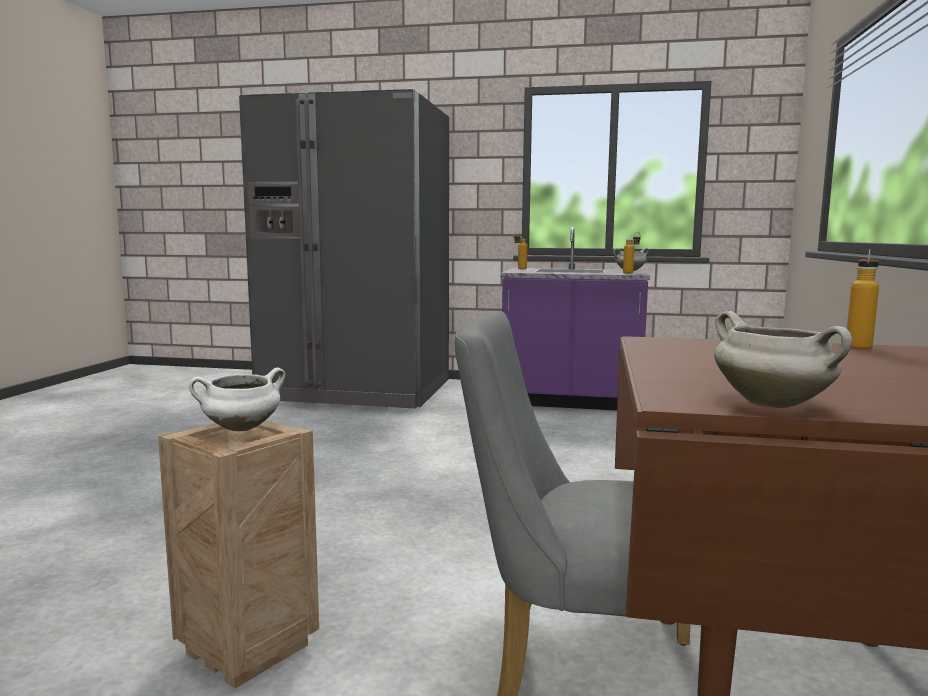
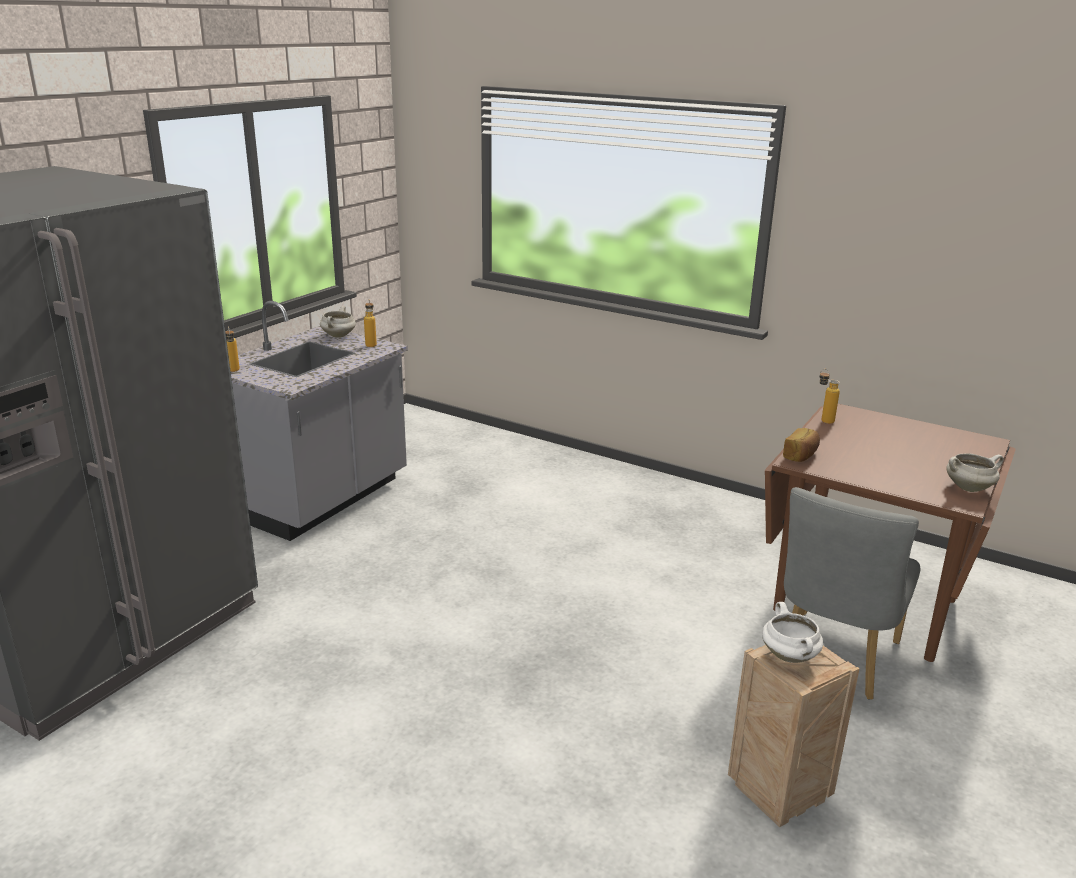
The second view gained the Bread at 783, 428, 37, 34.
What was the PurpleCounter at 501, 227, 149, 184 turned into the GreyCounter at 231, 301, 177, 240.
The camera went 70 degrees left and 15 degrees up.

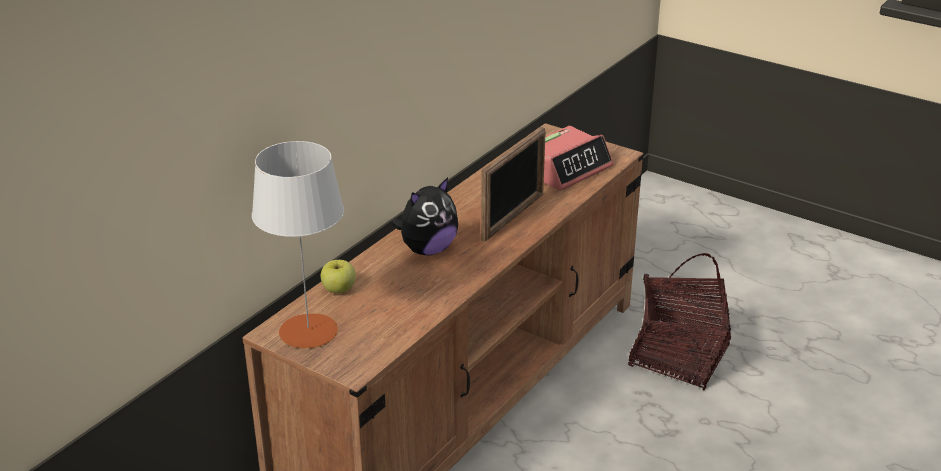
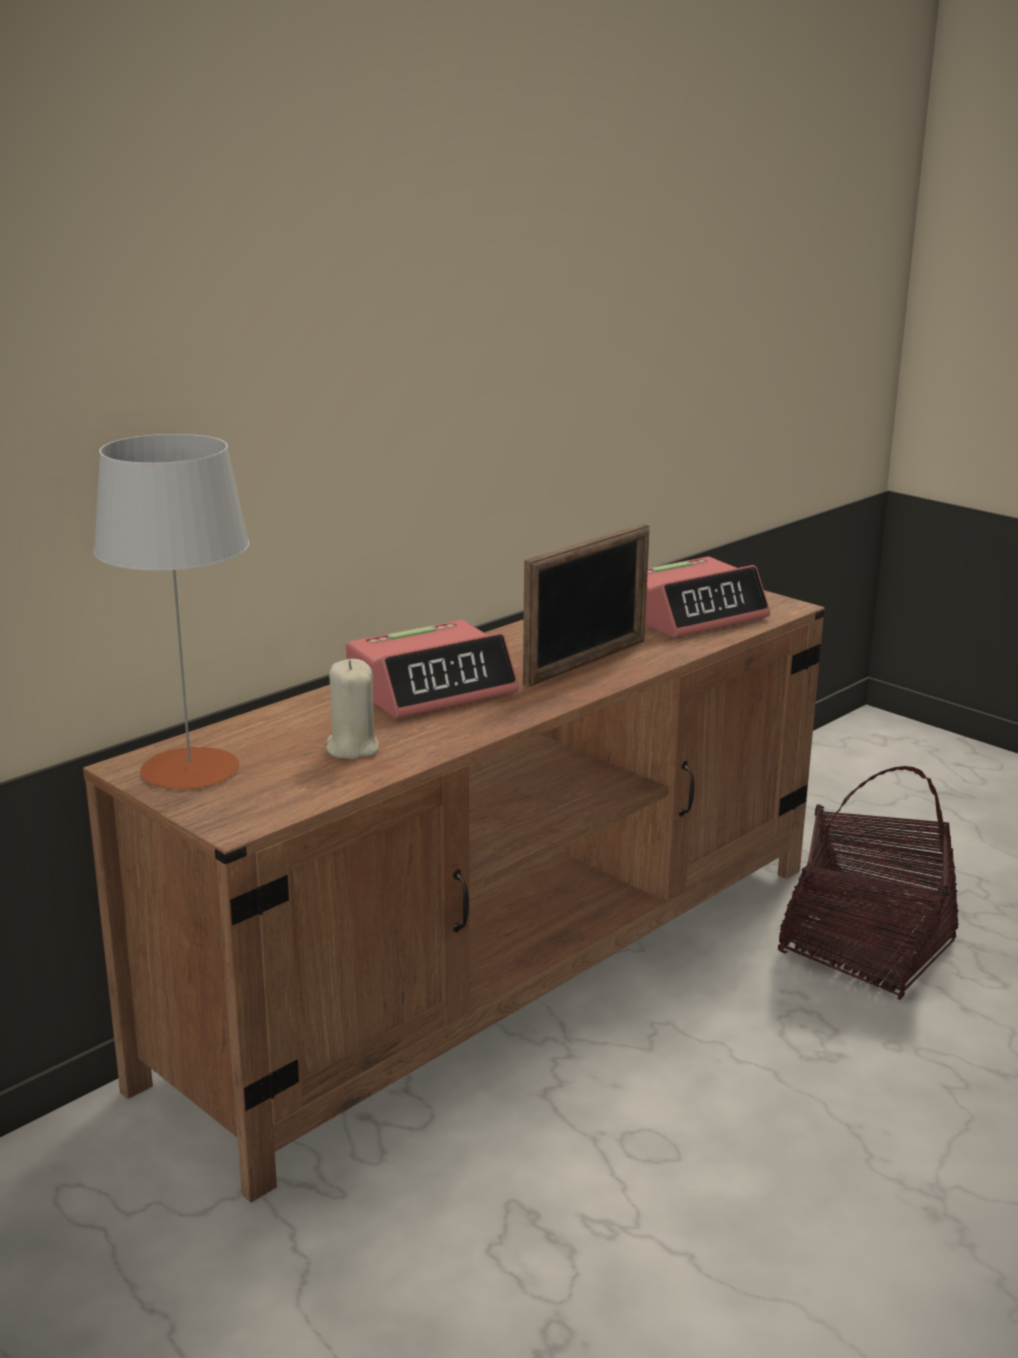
The second view lost the Apple at 321, 260, 35, 33.
The second view gained the BeigeCandle at 326, 659, 53, 100.
Where the PlushToy stood at 392, 177, 66, 78, the AlarmClock came to stand at 346, 620, 173, 99.
The camera went 10 degrees right and 10 degrees down.

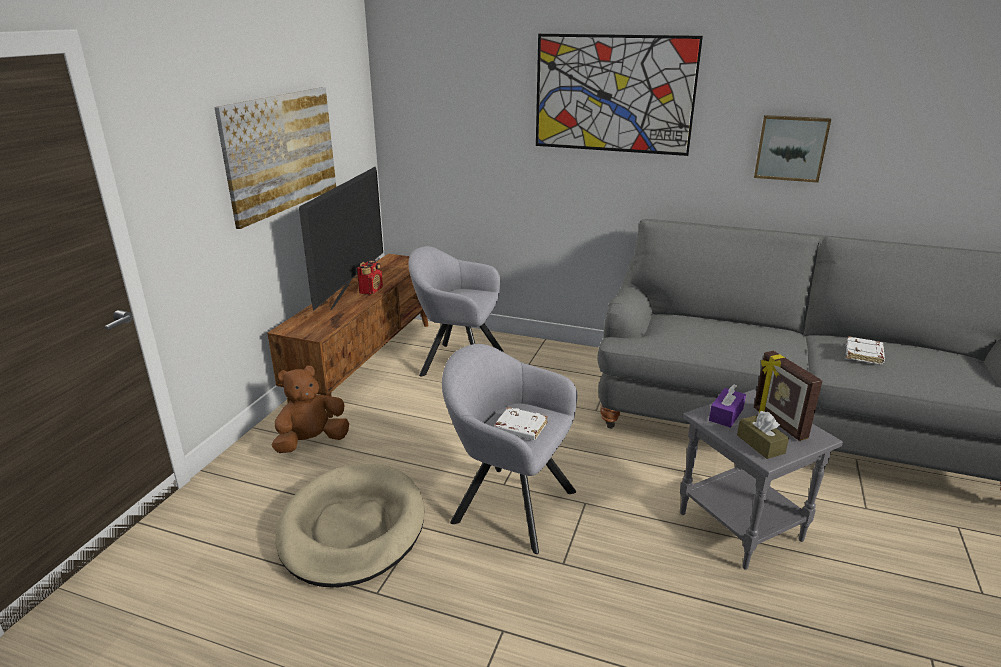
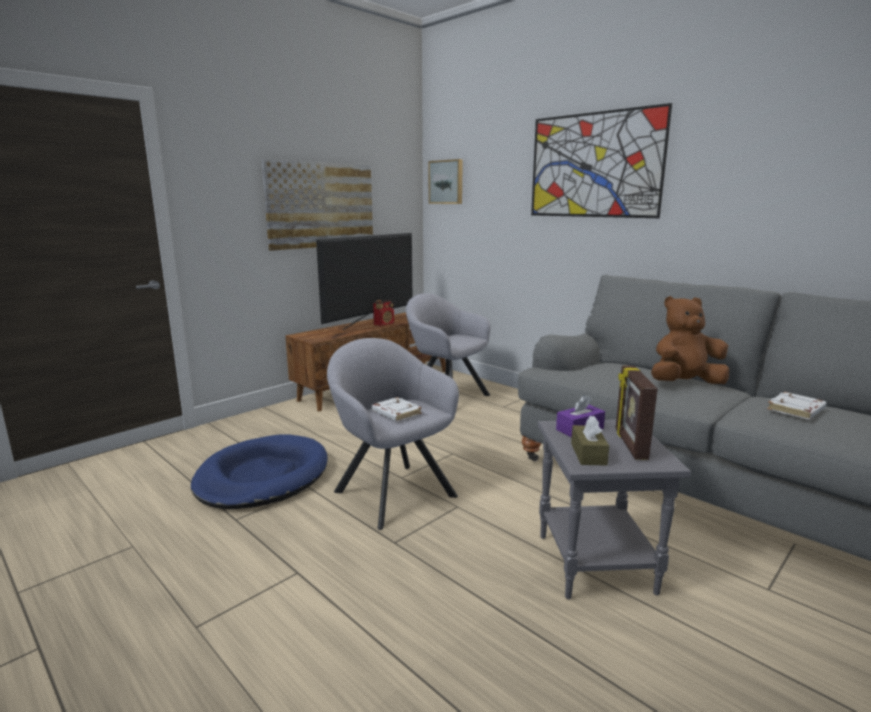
The BrownPlushToy ended up elsewhere, having gone from 272, 366, 77, 87 to 651, 296, 78, 88.
The Picture ended up elsewhere, having gone from 754, 115, 77, 68 to 429, 159, 34, 45.
What was the BeigeDogBed at 276, 464, 149, 123 turned into the BlueDogBed at 191, 435, 137, 74.
The camera went 25 degrees right and 10 degrees down.

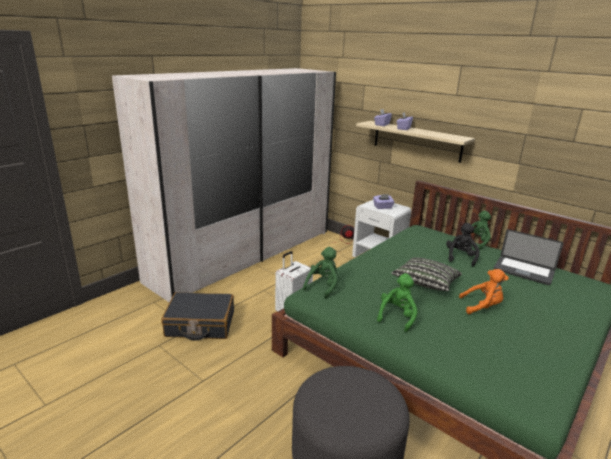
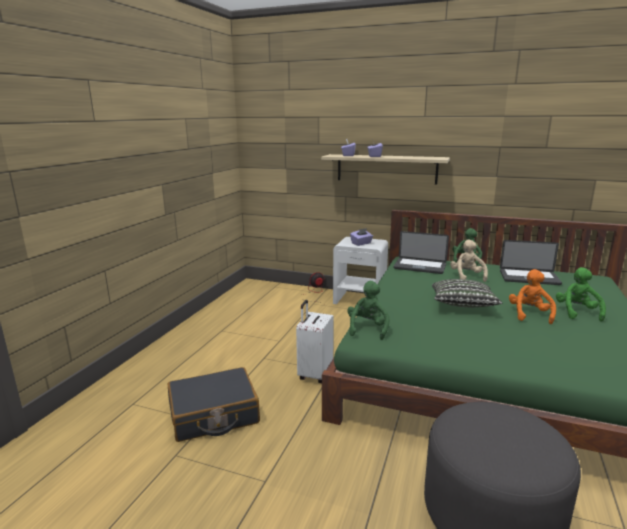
The second view lost the WhiteWardrobe at 112, 68, 224, 235.
The second view gained the Laptop at 393, 231, 56, 43.
The GreenPlushToy ended up elsewhere, having gone from 377, 273, 41, 59 to 556, 267, 50, 55.
What was the BlackPlushToy at 446, 223, 34, 43 turned into the BeigePlushToy at 450, 239, 38, 43.
The OrangePlushToy at 459, 269, 49, 45 ended up facing another way, 60 degrees counterclockwise from before.
The camera went 20 degrees left and 5 degrees down.

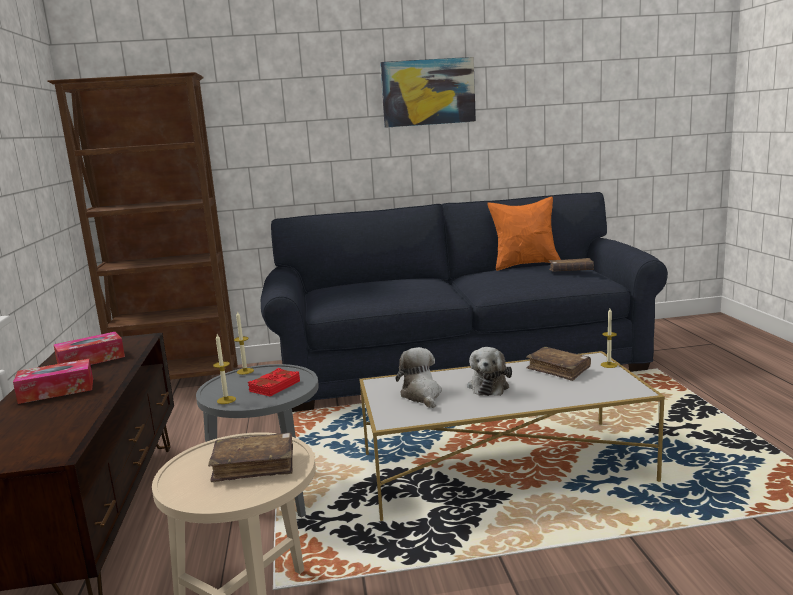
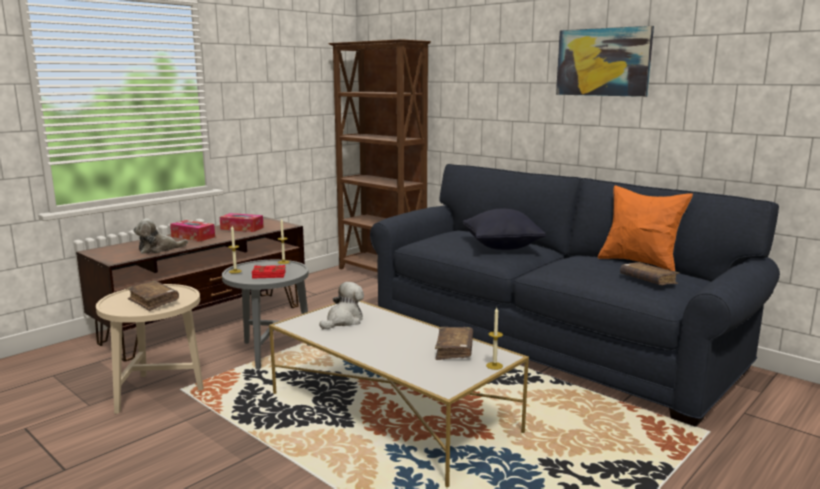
The second view gained the BlackPillow at 463, 209, 83, 41.
The PlushToy ended up elsewhere, having gone from 467, 347, 45, 49 to 134, 218, 54, 36.
The camera went 50 degrees right and 0 degrees up.

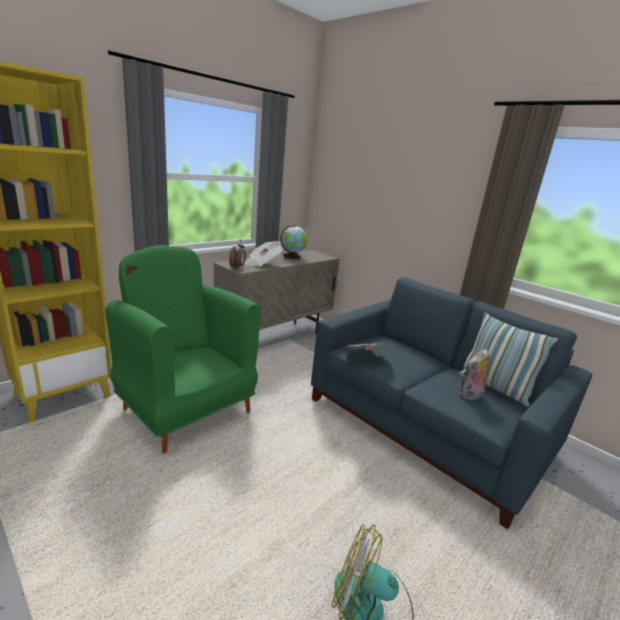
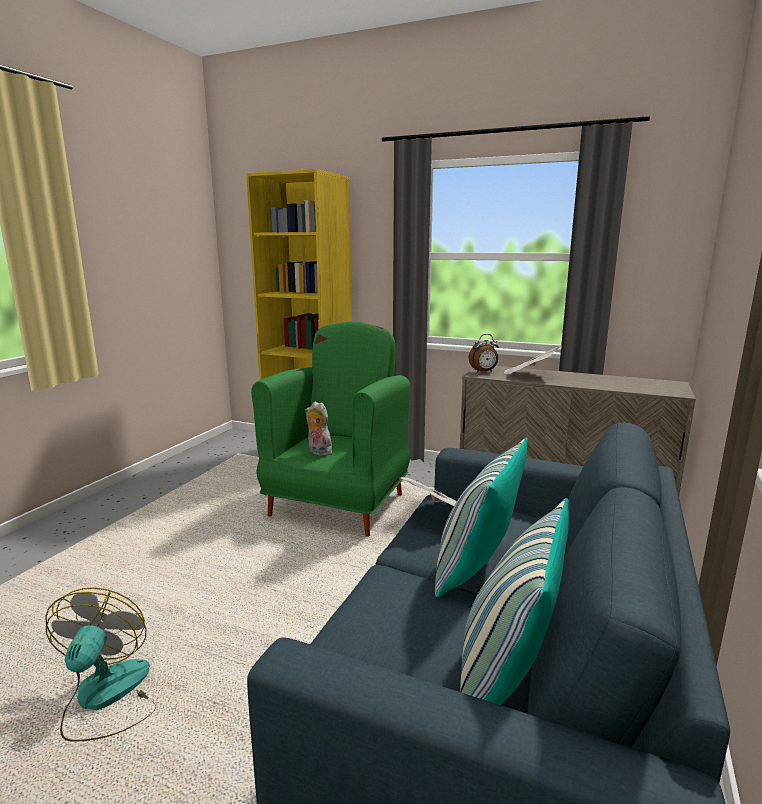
The second view lost the Globe at 280, 225, 28, 34.
The second view gained the Pillow at 435, 438, 93, 160.
The PlushToy ended up elsewhere, having gone from 458, 349, 32, 51 to 305, 401, 27, 55.
The camera went 70 degrees right and 5 degrees down.

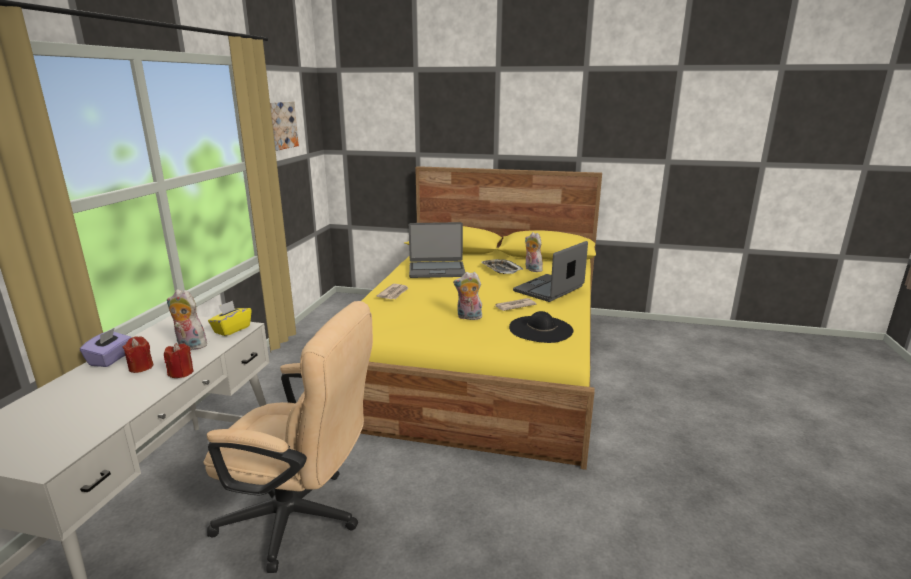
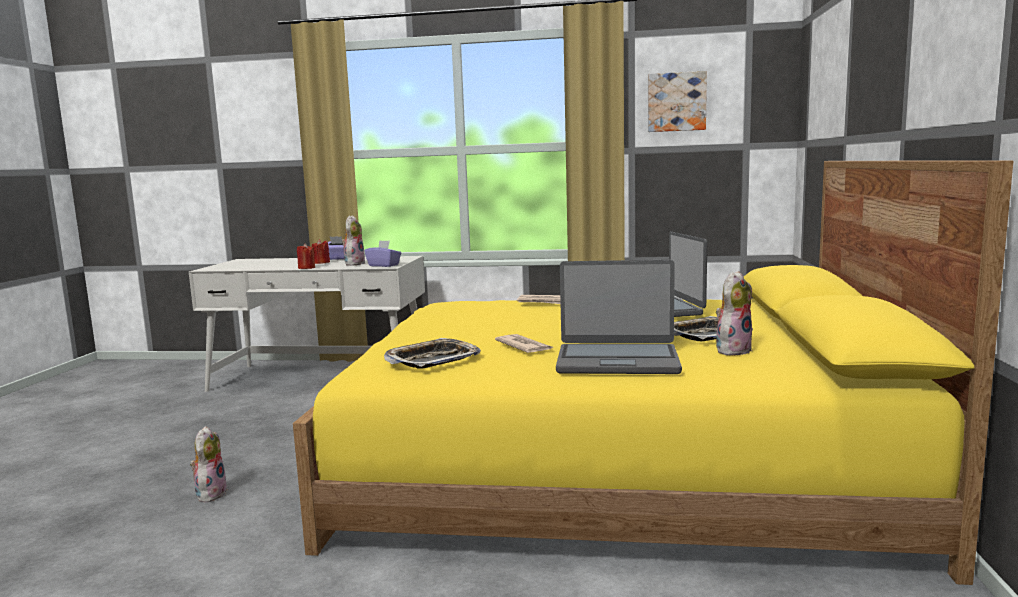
The second view lost the BeigeOfficeChair at 203, 301, 170, 272.
The PlushToy ended up elsewhere, having gone from 453, 272, 29, 48 to 190, 426, 38, 76.
Where the BlackHat stood at 509, 311, 64, 32, the Tray came to stand at 384, 338, 97, 30.
What was the YellowTissueBox at 208, 300, 44, 36 turned into the PurpleTissueBox at 364, 240, 37, 27.
The Laptop at 513, 241, 75, 61 ended up facing another way, 150 degrees clockwise from before.
The camera went 85 degrees right and 10 degrees down.

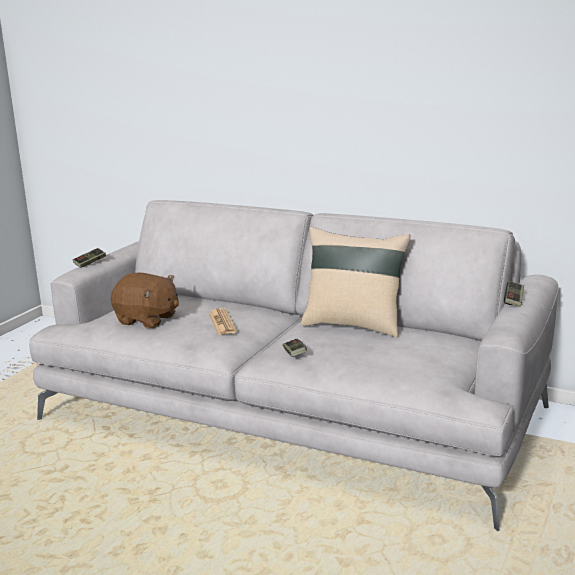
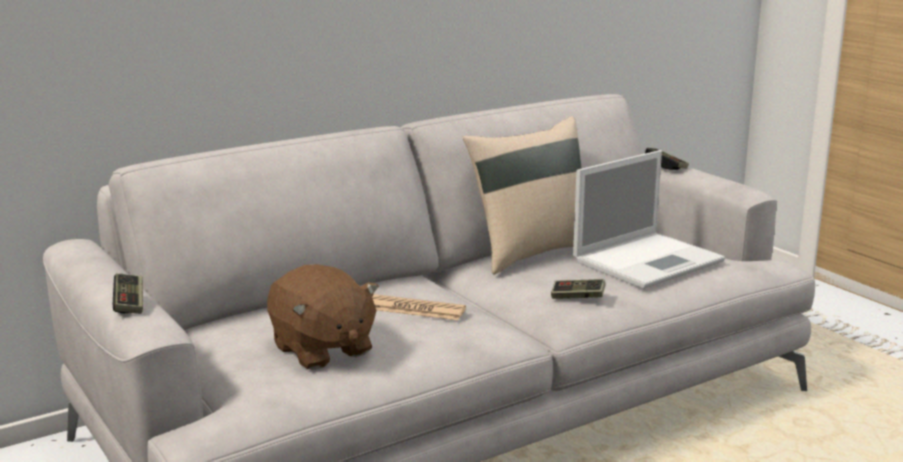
The second view gained the Laptop at 573, 150, 152, 139.
The BrownPlushToy at 111, 273, 68, 55 ended up facing another way, 90 degrees clockwise from before.
The camera went 60 degrees left and 0 degrees up.

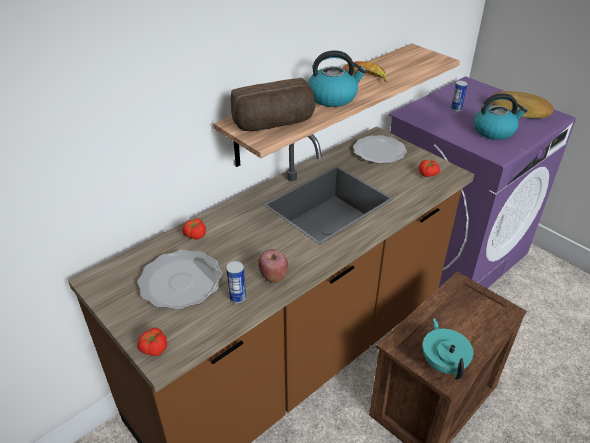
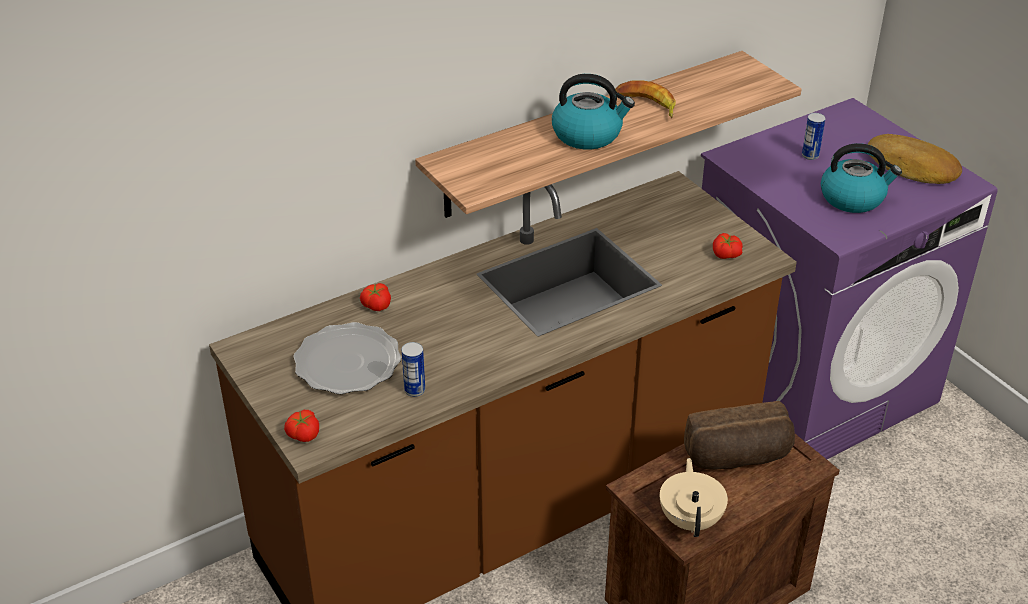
The second view lost the Apple at 258, 249, 30, 34.
The second view lost the Plate at 353, 135, 54, 29.
The Bread ended up elsewhere, having gone from 231, 78, 84, 53 to 684, 401, 111, 69.
What was the TurquoiseTeapot at 423, 318, 50, 61 turned into the BeigeTeapot at 660, 458, 68, 79.
The camera went 10 degrees right and 0 degrees up.

